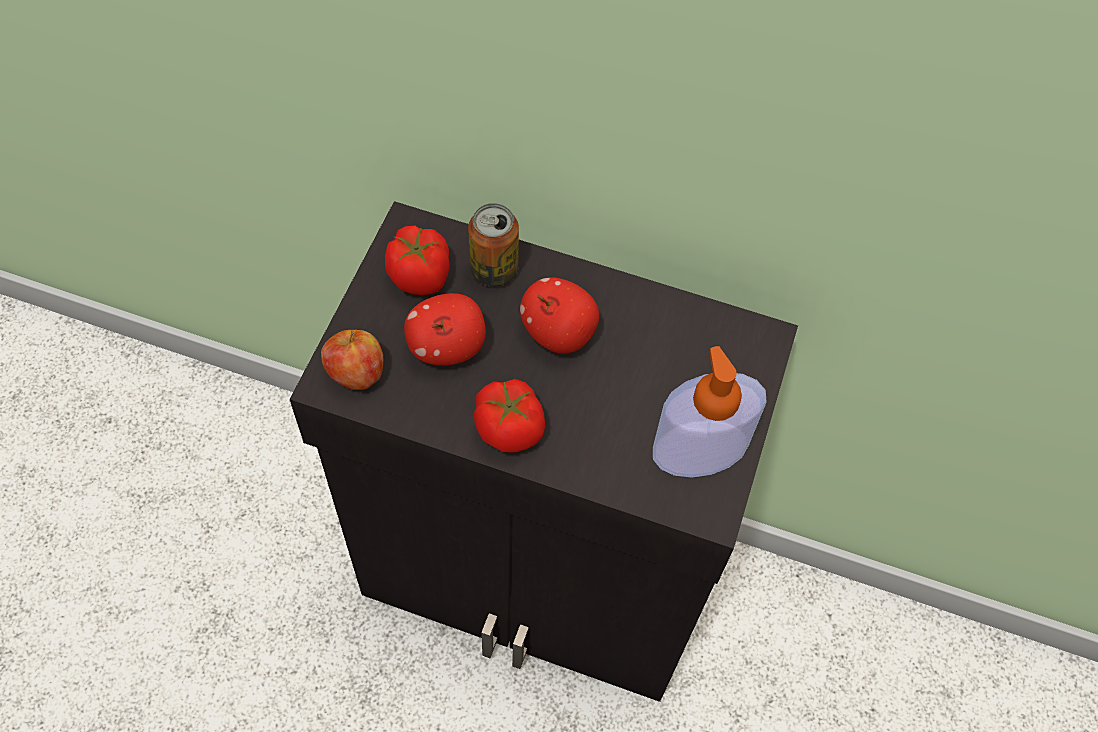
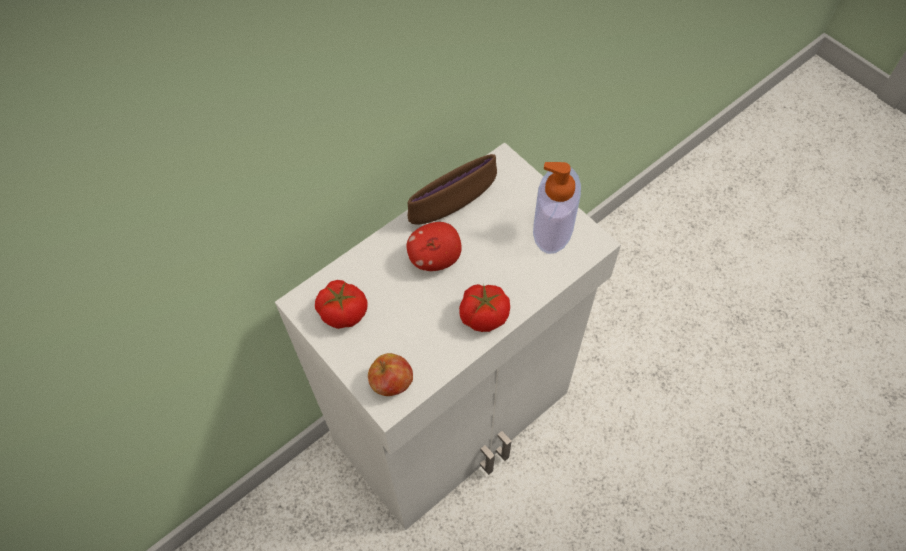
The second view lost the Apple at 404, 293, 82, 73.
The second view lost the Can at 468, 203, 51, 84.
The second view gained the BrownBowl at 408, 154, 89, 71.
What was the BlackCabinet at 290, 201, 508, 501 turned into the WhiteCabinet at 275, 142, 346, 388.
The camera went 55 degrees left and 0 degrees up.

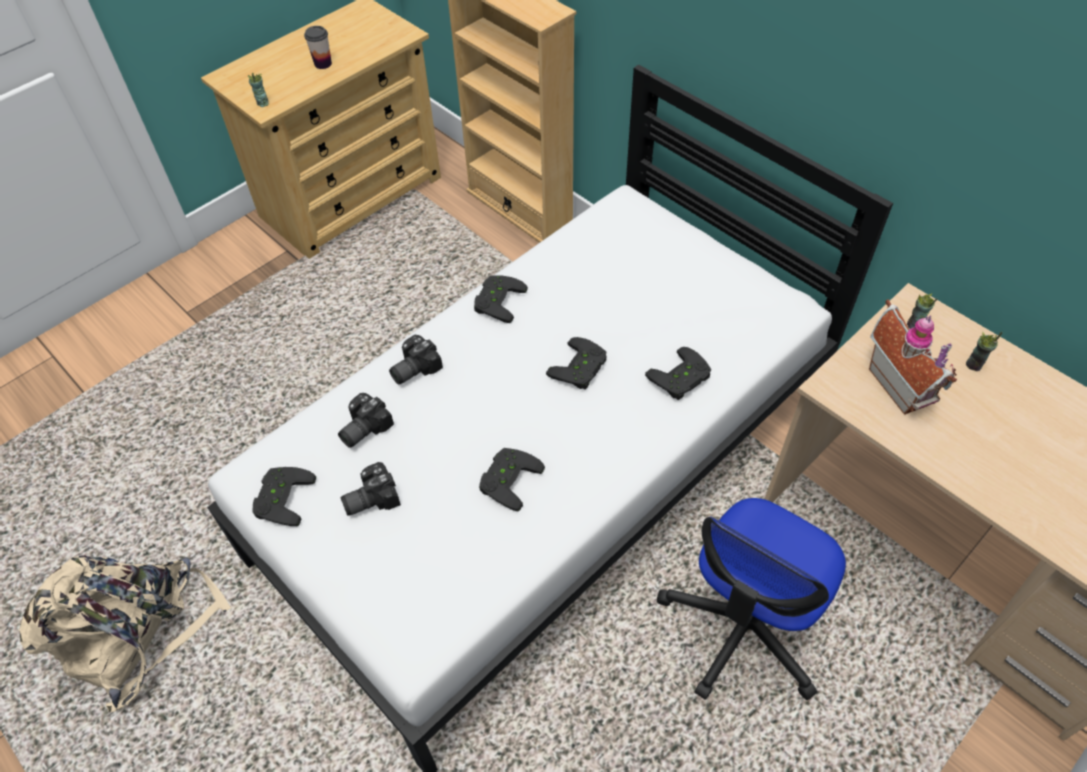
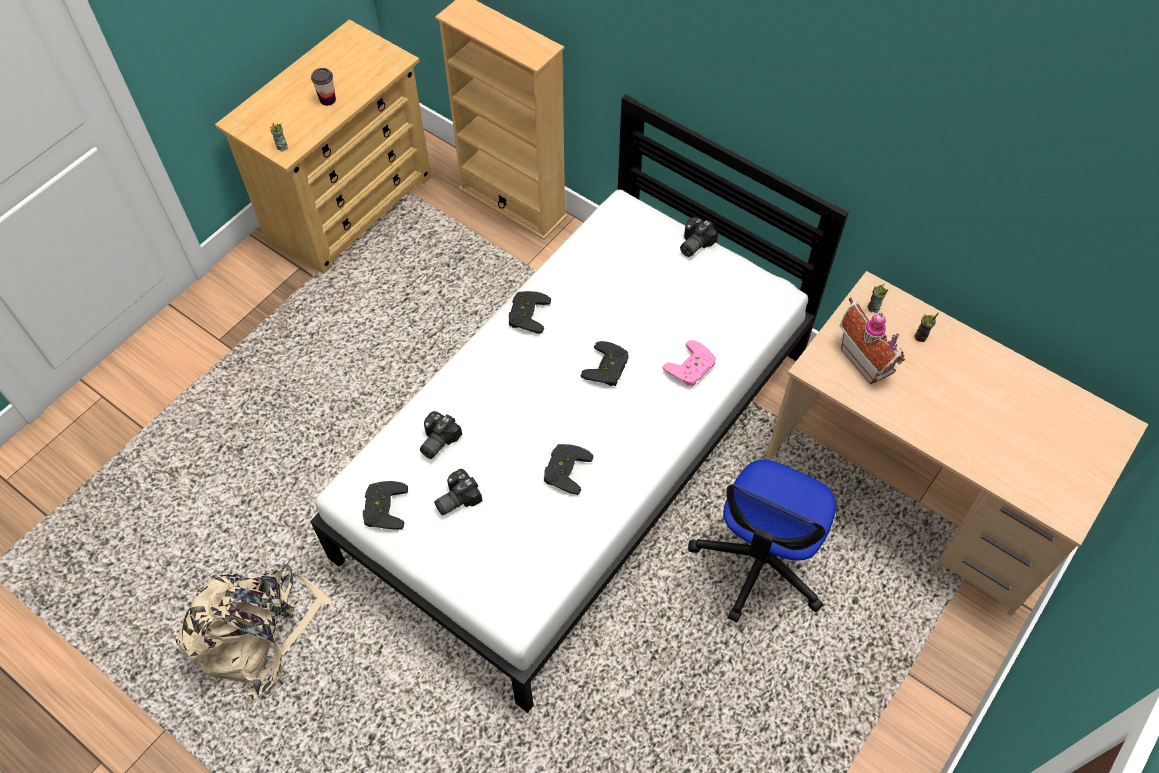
The PhotoCamera ended up elsewhere, having gone from 389, 335, 54, 50 to 680, 217, 38, 40.
What was the BlackGameController at 645, 347, 66, 53 turned into the PinkGameController at 662, 340, 54, 47.
The camera went 10 degrees left and 5 degrees up.

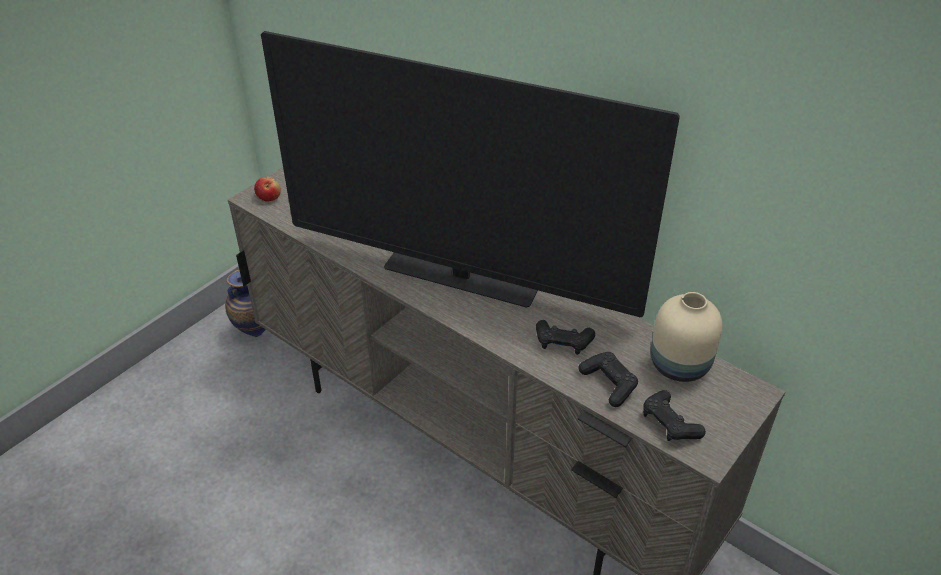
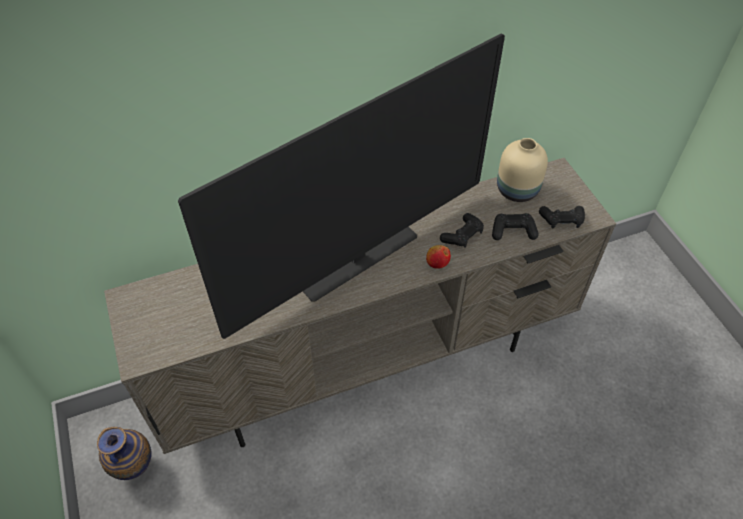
The Apple ended up elsewhere, having gone from 254, 177, 27, 25 to 426, 245, 25, 24.
The camera went 60 degrees left and 10 degrees up.

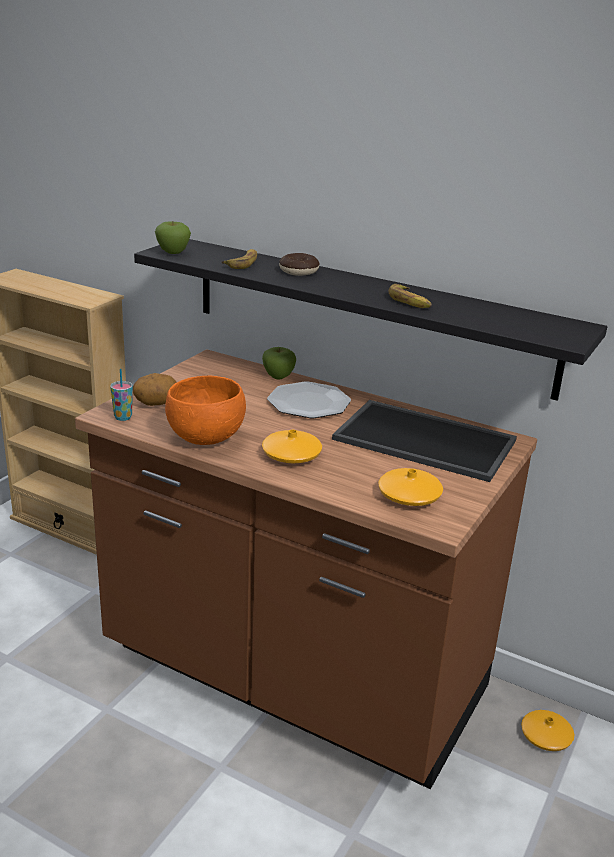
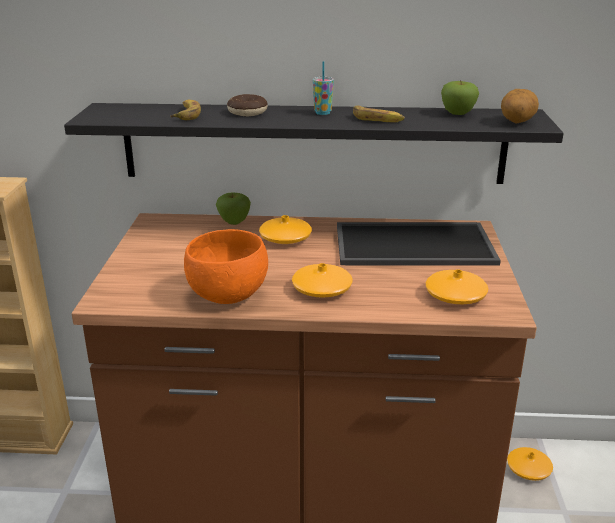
The Cup ended up elsewhere, having gone from 110, 369, 23, 52 to 313, 61, 21, 54.
The Potato ended up elsewhere, having gone from 133, 373, 44, 33 to 501, 89, 38, 34.
The Apple ended up elsewhere, having gone from 155, 222, 36, 32 to 441, 80, 38, 35.
Where the Plate stood at 267, 382, 84, 36, the OrangeVase came to stand at 259, 215, 53, 29.
The camera went 25 degrees left and 0 degrees up.

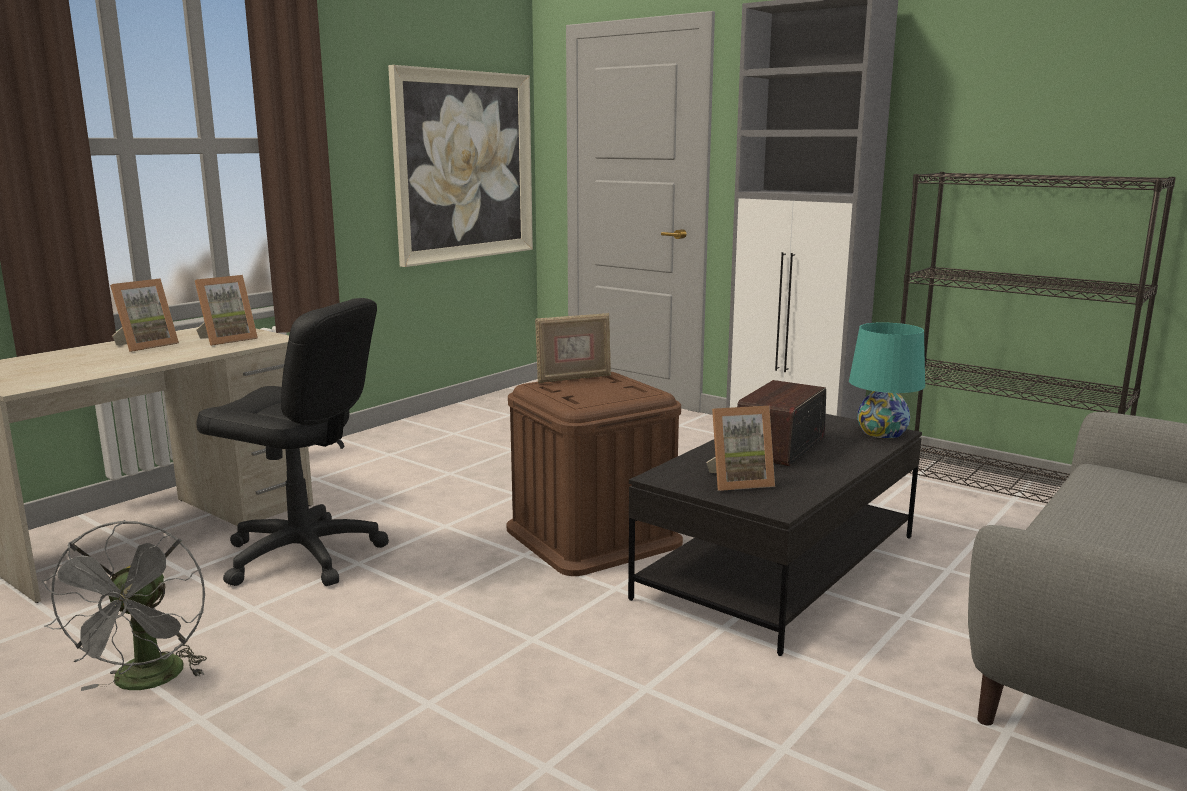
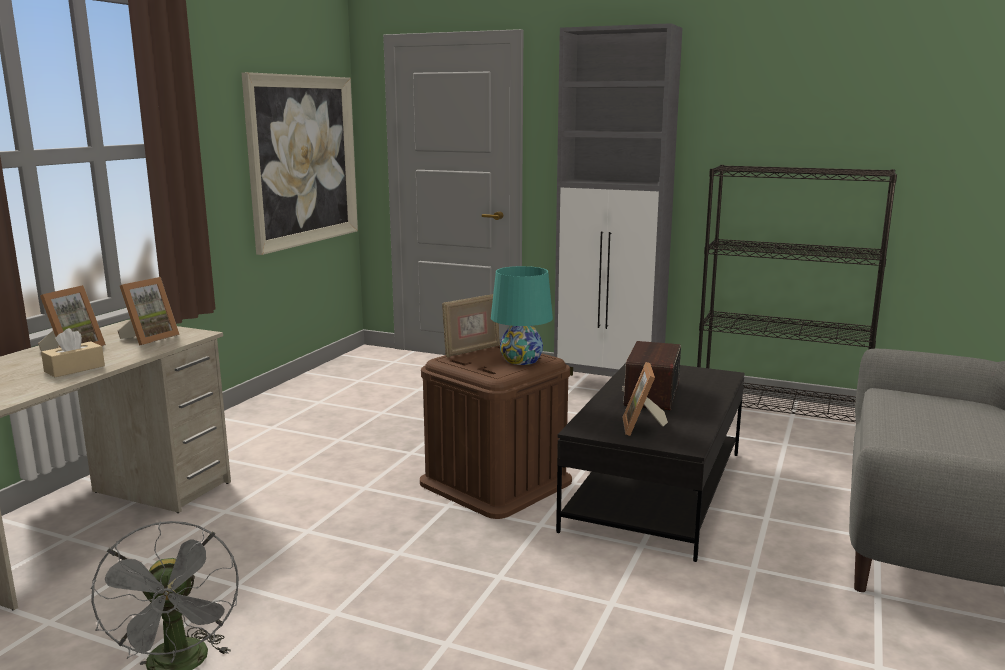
The second view lost the BlackOfficeChair at 196, 298, 193, 288.
The second view gained the BeigeTissueBox at 41, 328, 64, 49.
The TurquoiseTableLamp ended up elsewhere, having gone from 849, 322, 76, 117 to 491, 266, 62, 99.
The PictureFrame at 706, 406, 69, 85 ended up facing another way, 120 degrees clockwise from before.
The camera went 15 degrees left and 0 degrees up.

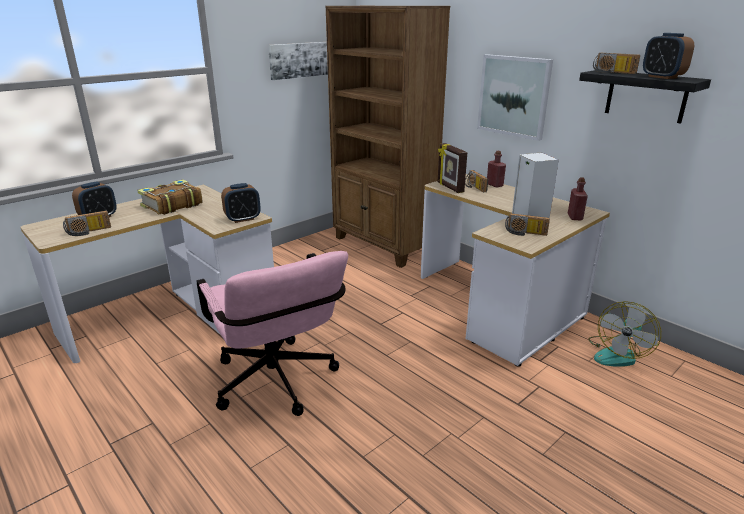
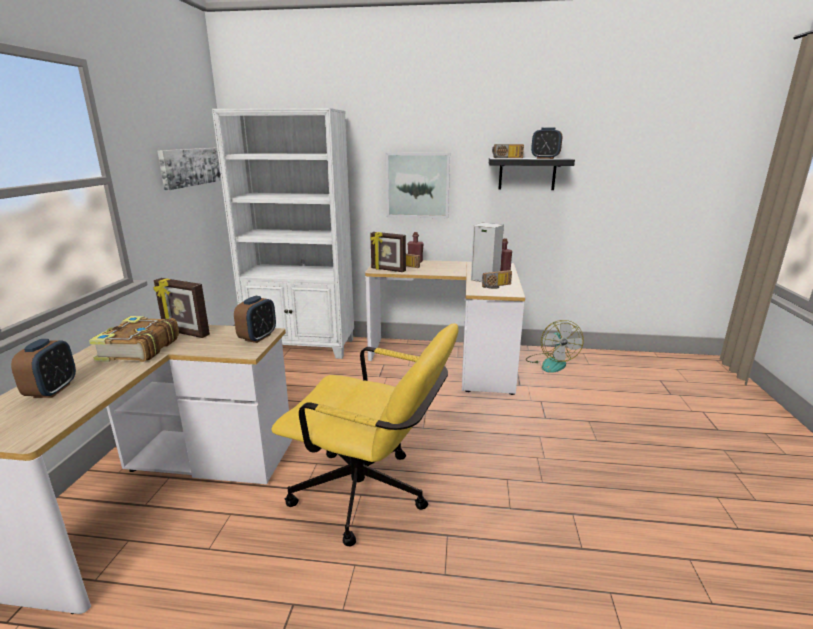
The second view lost the Radio at 63, 211, 48, 25.
The second view gained the PictureFrame at 153, 278, 57, 60.
What was the PinkOfficeChair at 197, 251, 151, 165 turned into the YellowOfficeChair at 271, 323, 187, 223.
What was the BrownBookcase at 326, 6, 124, 262 turned into the WhiteBookcase at 212, 108, 142, 251.
The camera went 40 degrees left and 5 degrees down.

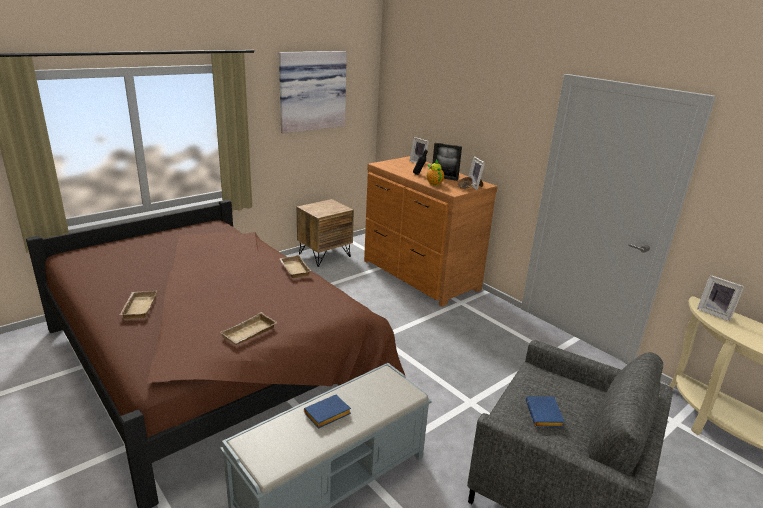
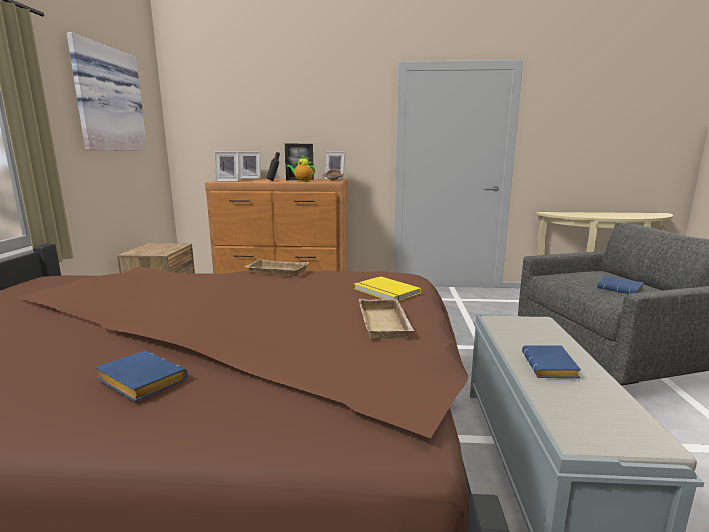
The second view gained the YellowBook at 354, 276, 67, 26.
The PictureFrame ended up elsewhere, having gone from 697, 275, 47, 46 to 215, 152, 25, 30.
Where the BeigeTray stood at 120, 291, 37, 28, the BlueBook came to stand at 95, 351, 93, 51.
The camera went 45 degrees left and 10 degrees down.

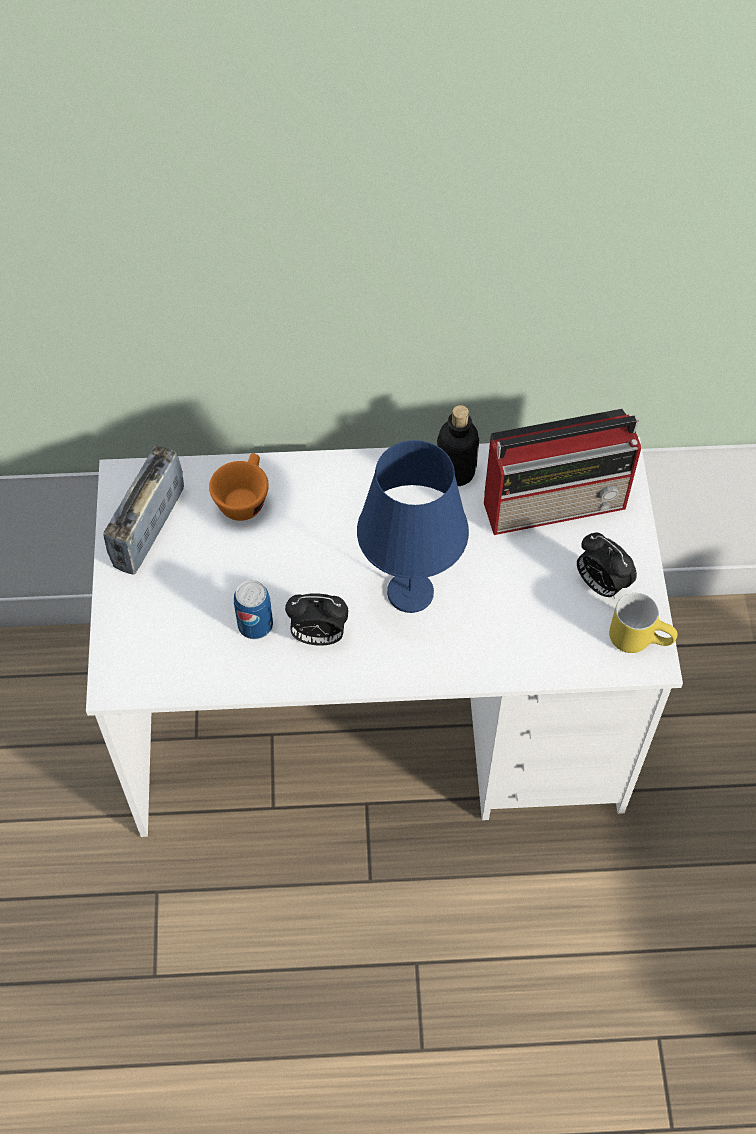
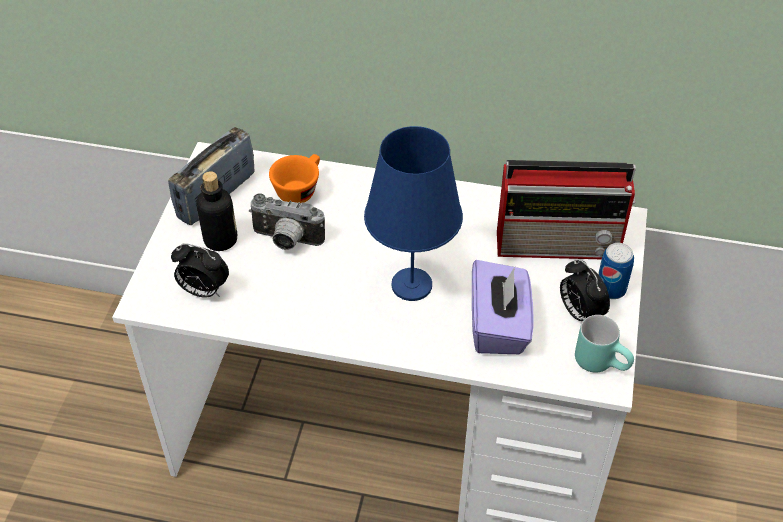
The second view gained the PhotoCamera at 249, 194, 76, 56.
The second view gained the PurpleTissueBox at 472, 260, 61, 94.
The Can ended up elsewhere, having gone from 234, 580, 39, 59 to 598, 243, 36, 56.
The AlarmClock ended up elsewhere, having gone from 285, 593, 63, 53 to 171, 243, 58, 55.
The Bottle ended up elsewhere, having gone from 437, 405, 42, 81 to 196, 171, 41, 80.
What was the YellowMug at 609, 593, 68, 60 turned into the TurquoiseMug at 575, 315, 59, 58.
The camera went 15 degrees right and 10 degrees down.

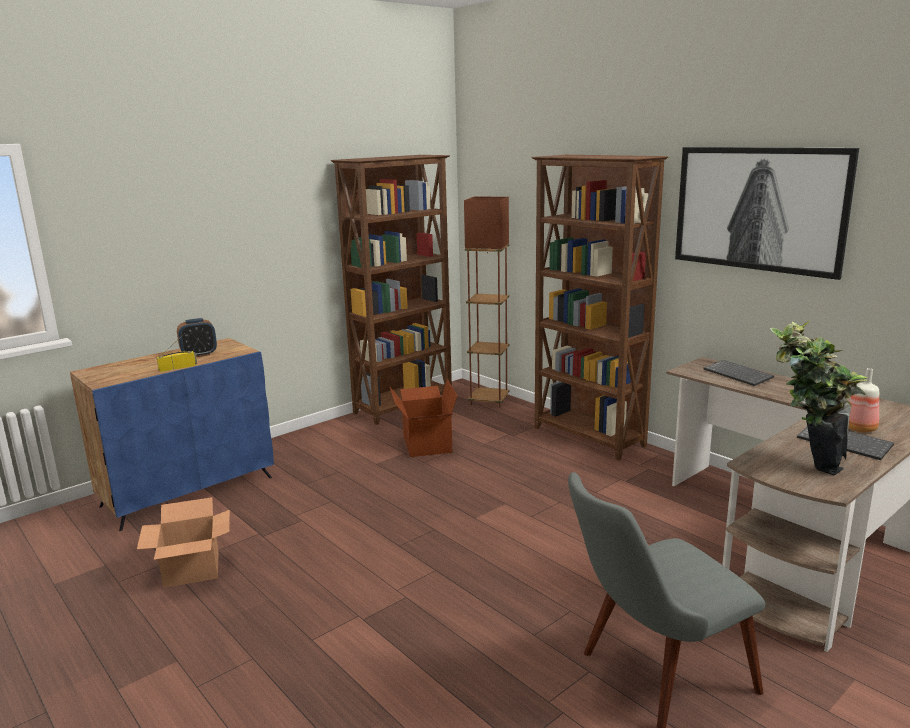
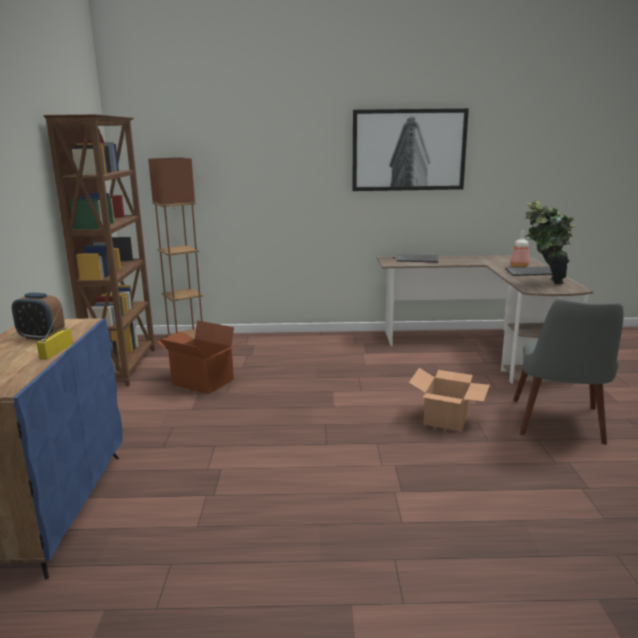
The second view lost the BrownBookcase at 531, 155, 137, 305.
The CardboardBox ended up elsewhere, having gone from 137, 497, 93, 91 to 409, 368, 81, 64.
The AlarmClock at 177, 318, 40, 39 ended up facing another way, 90 degrees clockwise from before.
The camera went 50 degrees left and 0 degrees up.

